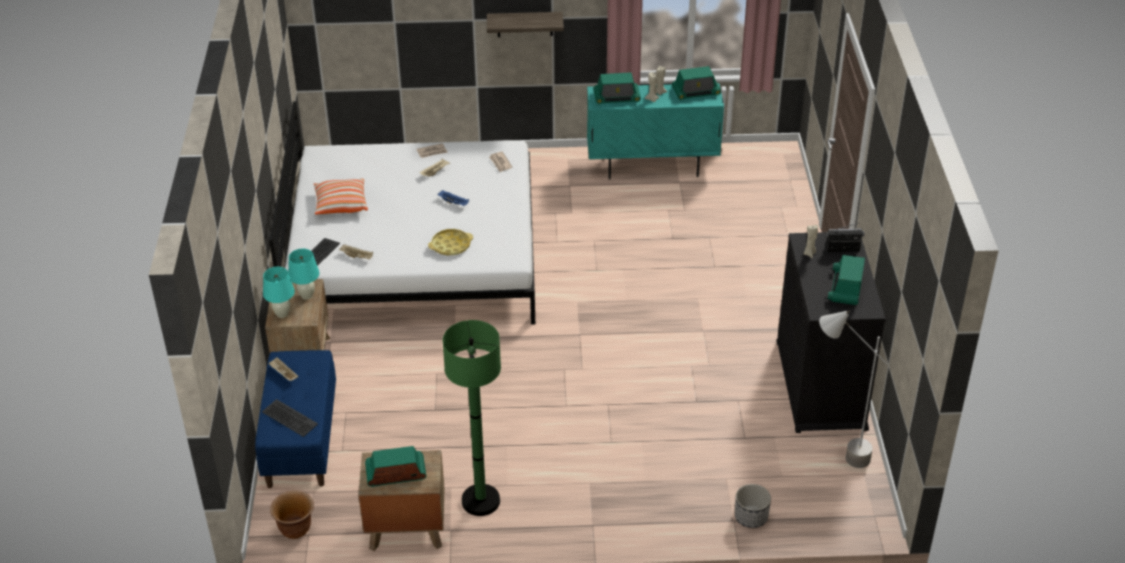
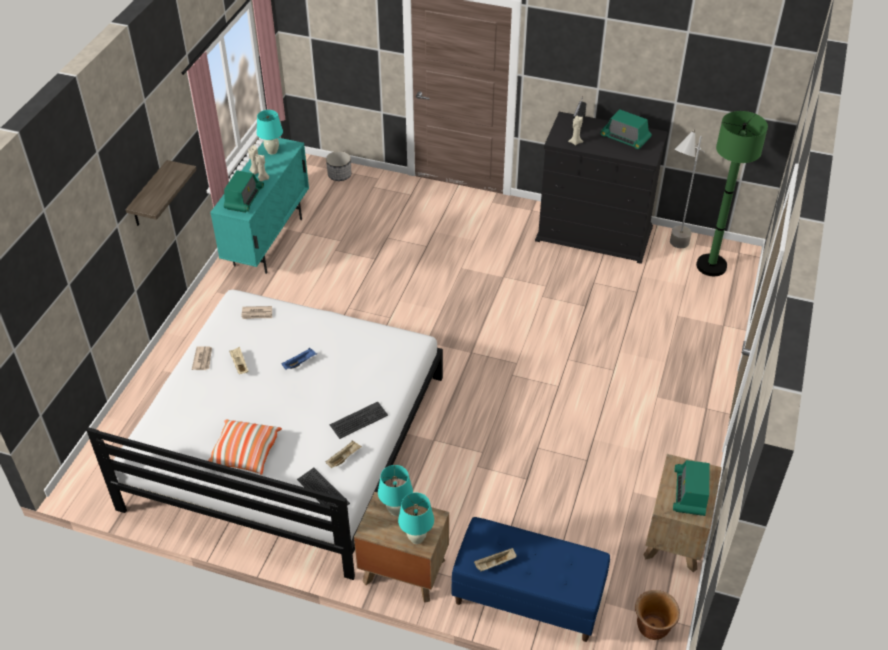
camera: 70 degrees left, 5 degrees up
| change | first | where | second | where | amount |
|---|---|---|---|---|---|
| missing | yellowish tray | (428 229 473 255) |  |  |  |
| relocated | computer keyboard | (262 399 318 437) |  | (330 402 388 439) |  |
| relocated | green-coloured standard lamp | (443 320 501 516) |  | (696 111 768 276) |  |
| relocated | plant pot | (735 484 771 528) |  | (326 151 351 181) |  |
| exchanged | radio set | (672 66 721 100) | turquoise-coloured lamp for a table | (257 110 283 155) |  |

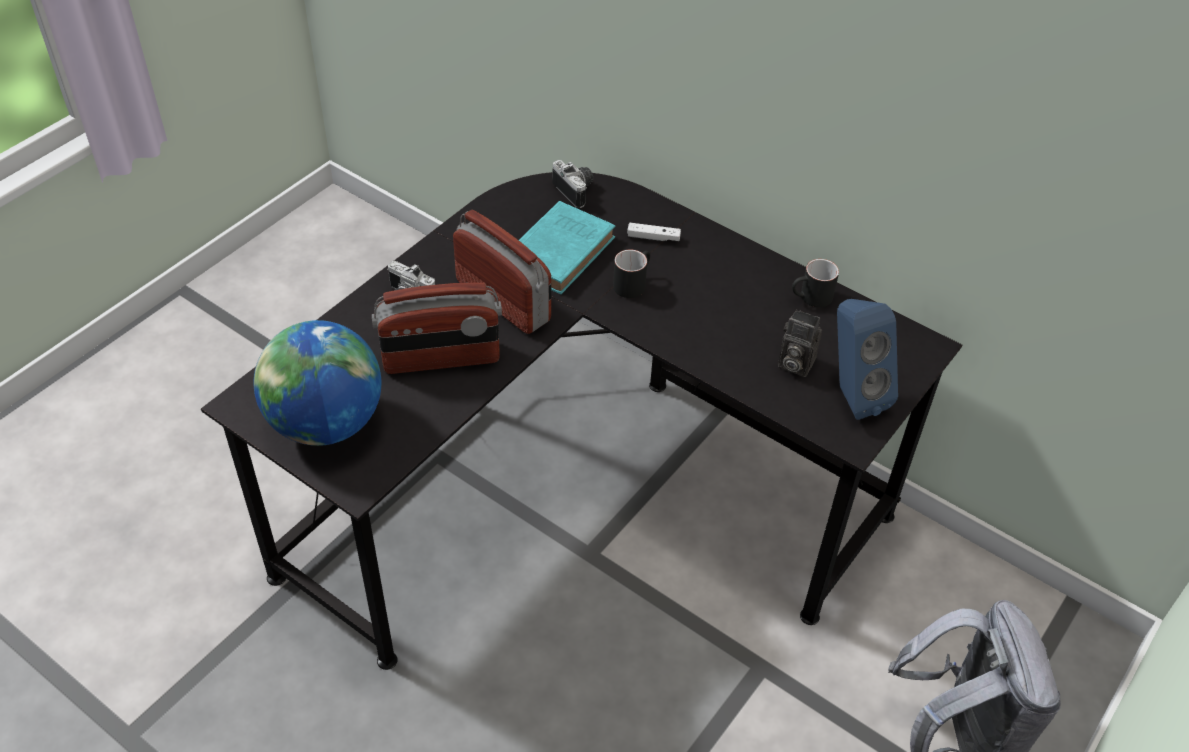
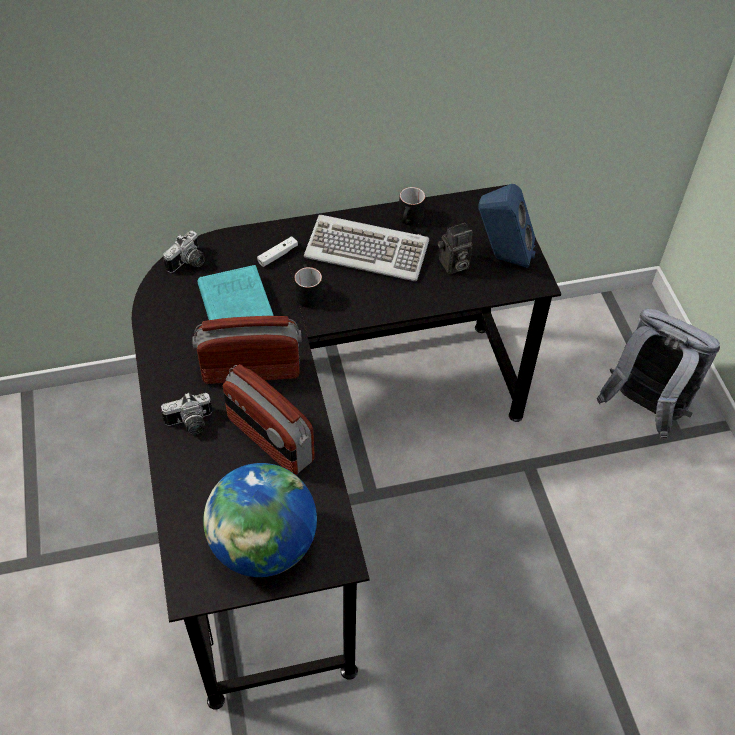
camera: 50 degrees left, 5 degrees up
| change | first | where | second | where | amount |
|---|---|---|---|---|---|
| appeared |  |  | computer keyboard | (304 215 429 281) |  |
| spun | radio set | (372 282 502 374) |  | (223 364 315 475) | 105 degrees clockwise |
| spun | still camera | (552 160 593 208) |  | (163 231 205 273) | 120 degrees clockwise |

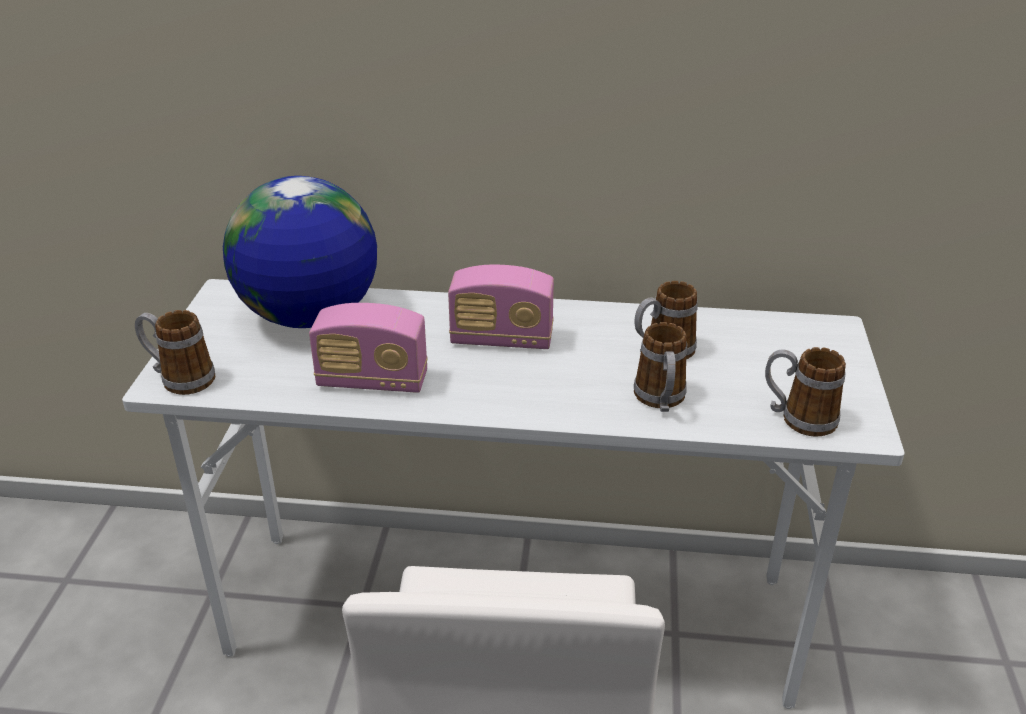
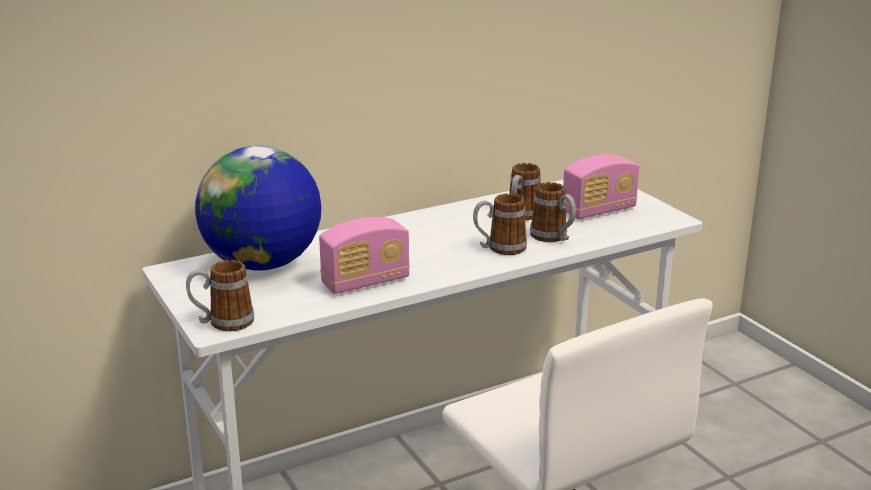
camera: 35 degrees left, 10 degrees down
| change | first | where | second | where | amount |
|---|---|---|---|---|---|
| relocated | radio set | (448 265 554 349) |  | (563 154 639 219) |  |
| relocated | tea mug | (765 347 846 436) |  | (473 193 527 255) |  |

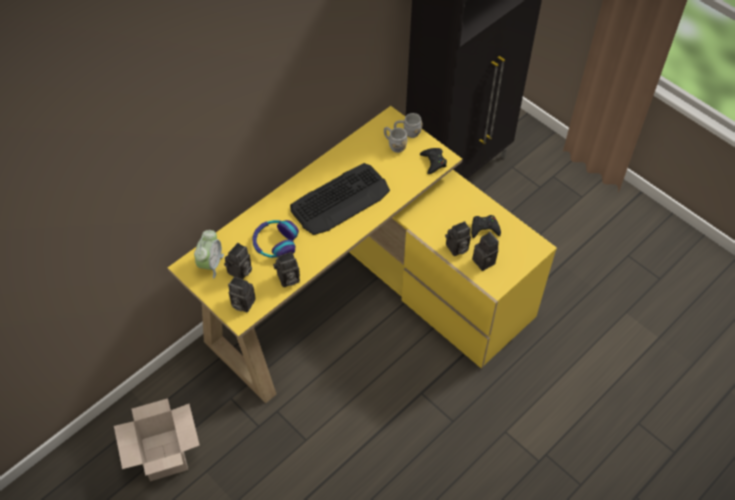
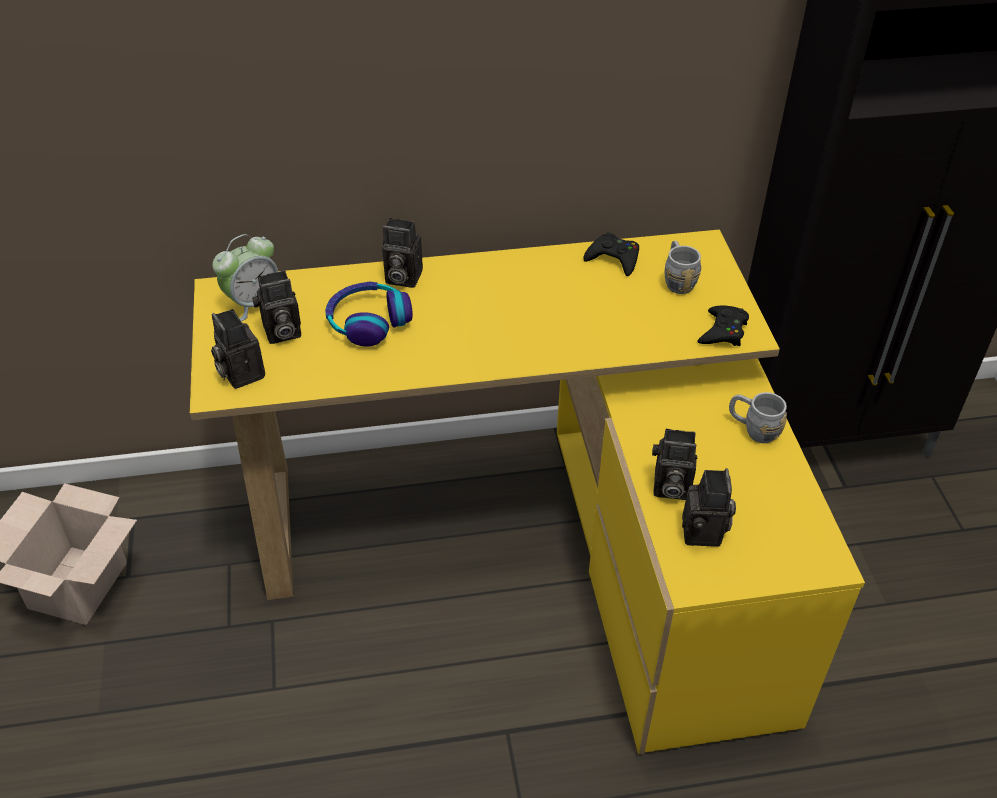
camera: 35 degrees right, 10 degrees down
| change | first | where | second | where | amount |
|---|---|---|---|---|---|
| missing | computer keyboard | (290 163 390 235) |  |  |  |
| relocated | still camera | (273 252 300 287) |  | (382 218 423 288) |  |
| relocated | greyish tea mug | (394 113 423 138) |  | (729 392 787 443) |  |
| relocated | black gamepad | (471 215 501 238) |  | (584 232 639 276) |  |

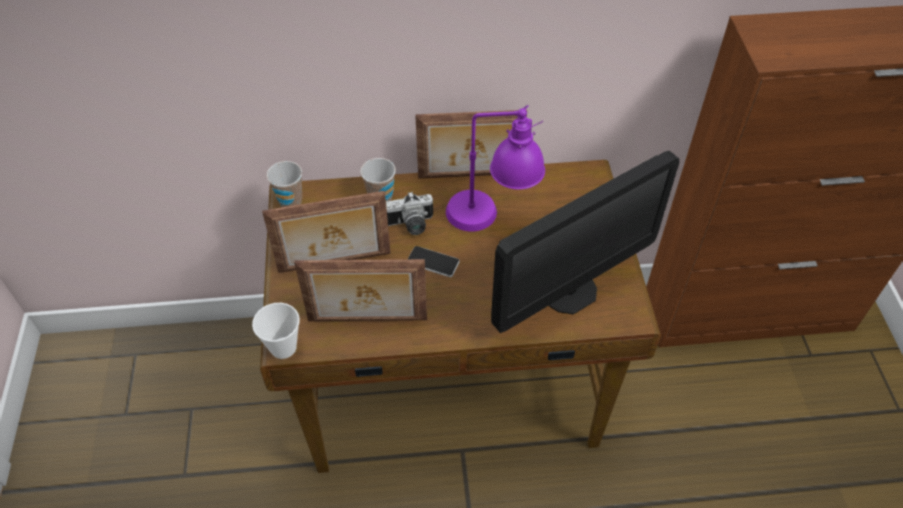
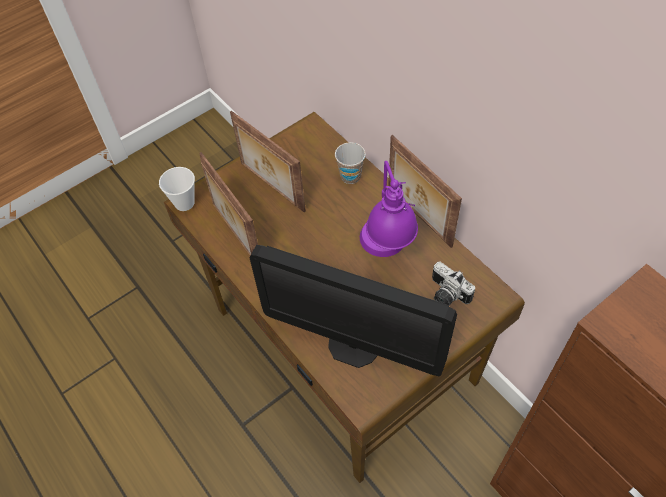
camera: 60 degrees right, 5 degrees up
| change | first | where | second | where | amount |
|---|---|---|---|---|---|
| missing | drinking cup | (267 161 302 207) |  |  |  |
| missing | telephone | (408 246 459 277) |  |  |  |
| relocated | still camera | (386 192 433 235) |  | (432 262 475 306) |  |

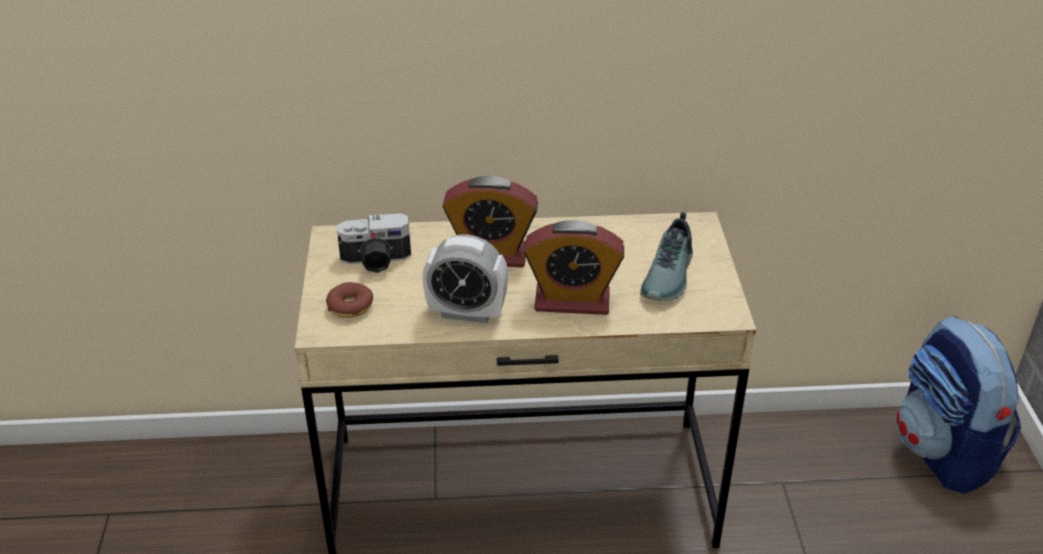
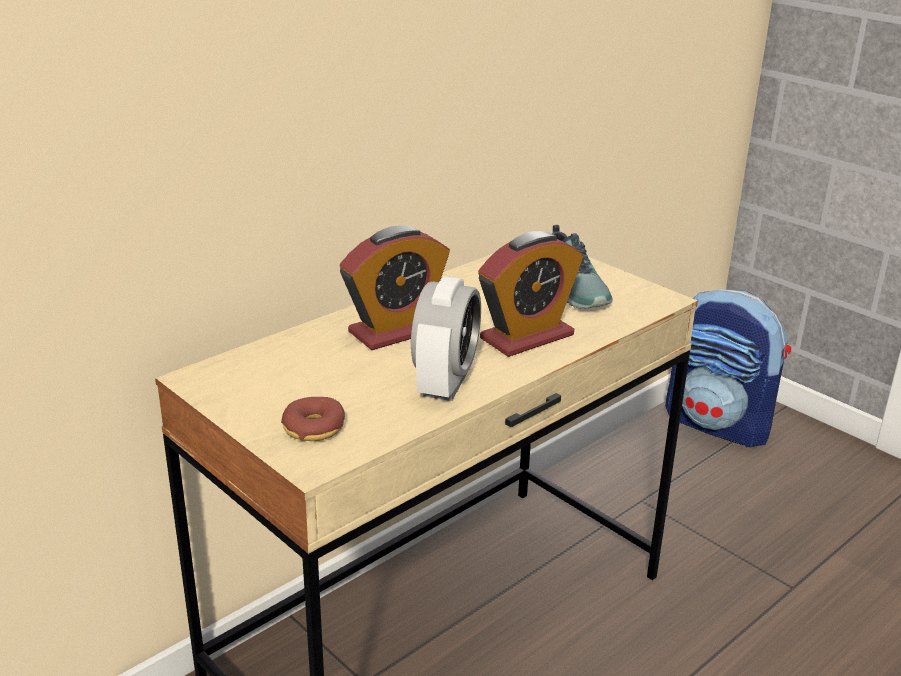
camera: 40 degrees left, 10 degrees down
| change | first | where | second | where | amount |
|---|---|---|---|---|---|
| missing | still camera | (337 213 411 273) |  |  |  |
| spun | alarm clock | (422 235 508 323) |  | (411 276 481 401) | 45 degrees counterclockwise |

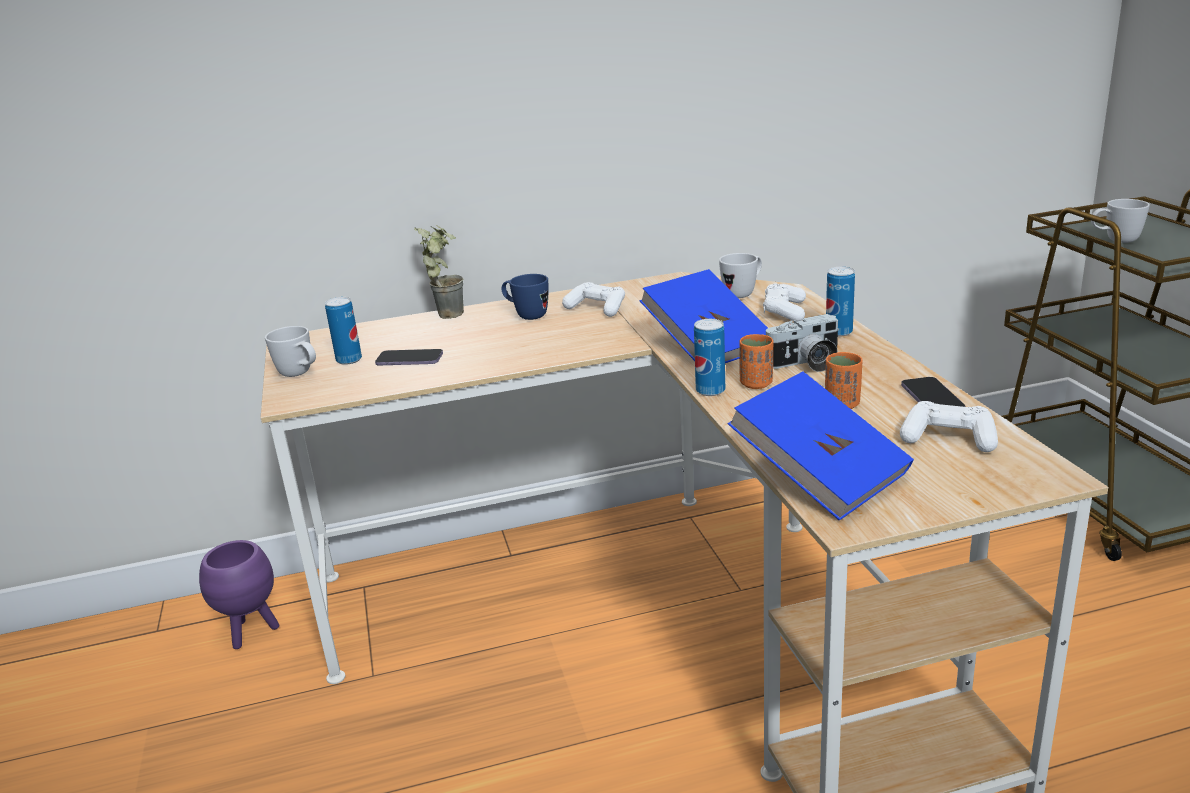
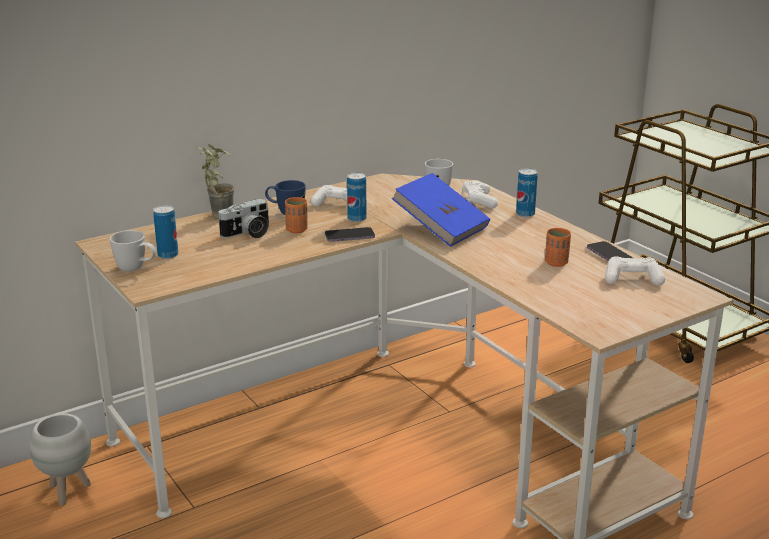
camera: 20 degrees left, 0 degrees up
| change | first | where | second | where | amount |
|---|---|---|---|---|---|
| missing | blue-coloured volume | (728 371 914 521) |  |  |  |
| missing | white-coloured tea mug | (1091 199 1150 243) |  |  |  |
| relocated | telephone | (375 349 443 365) |  | (325 227 375 242) |  |
| relocated | metal can | (694 319 725 396) |  | (347 172 367 222) |  |
| relocated | orange drinking cup | (739 334 773 389) |  | (285 197 308 233) |  |
| relocated | still camera | (766 314 839 372) |  | (218 198 269 238) |  |
| colour | purple plant pot | (199 540 279 649) | white-coloured plant pot | (30 413 91 506) |  |

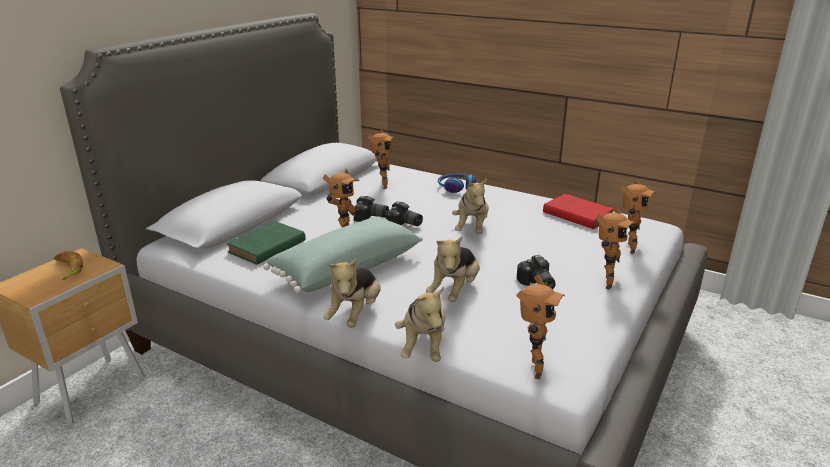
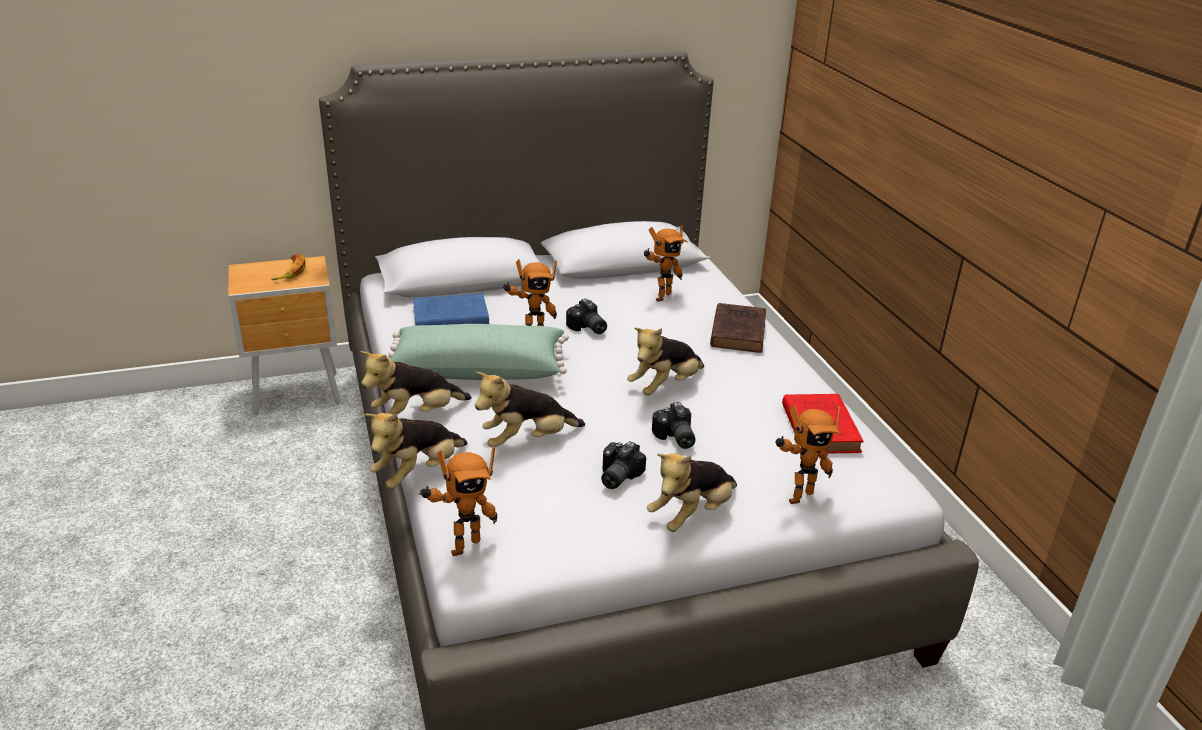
camera: 40 degrees right, 5 degrees up
| change | first | where | second | where | amount |
|---|---|---|---|---|---|
| relocated | still camera | (385 201 423 226) |  | (652 402 695 449) |  |
| exchanged | pair of headphones | (438 174 476 193) | brown volume | (710 303 766 353) |  |
| exchanged | robot figure | (595 207 636 289) | plush toy | (647 453 737 532) |  |
| colour | green-coloured volume | (227 221 306 265) | blue-coloured volume | (413 293 489 326) |  |

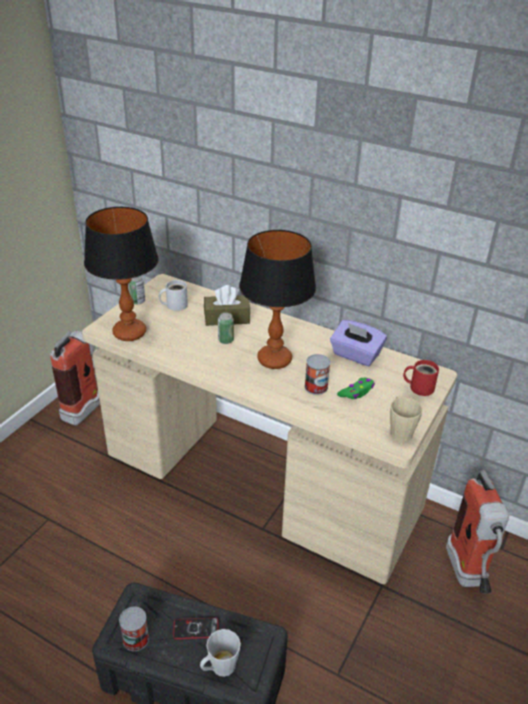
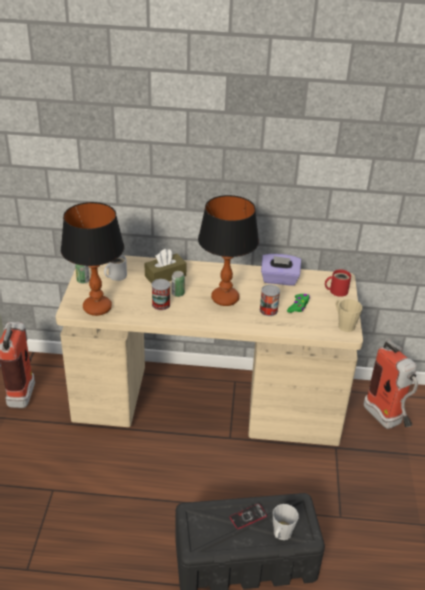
camera: 25 degrees left, 0 degrees up
| change | first | where | second | where | amount |
|---|---|---|---|---|---|
| relocated | metal can | (119 606 149 651) |  | (152 279 170 310) |  |

